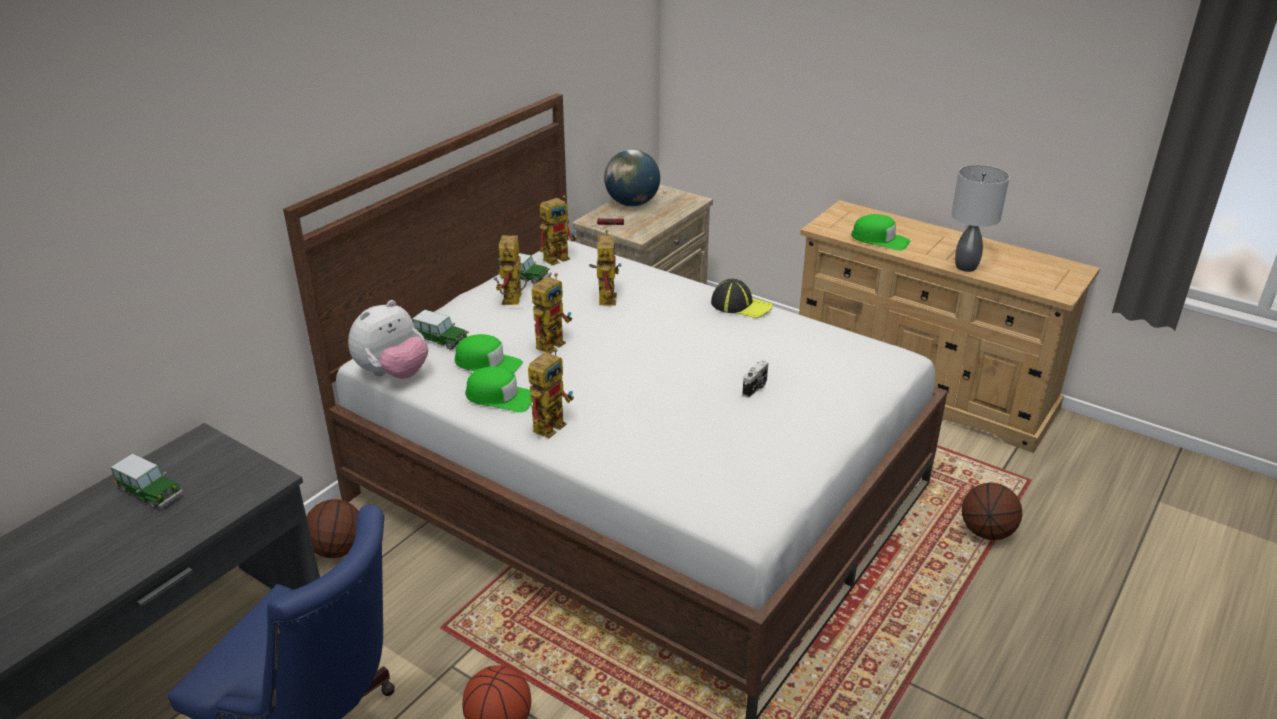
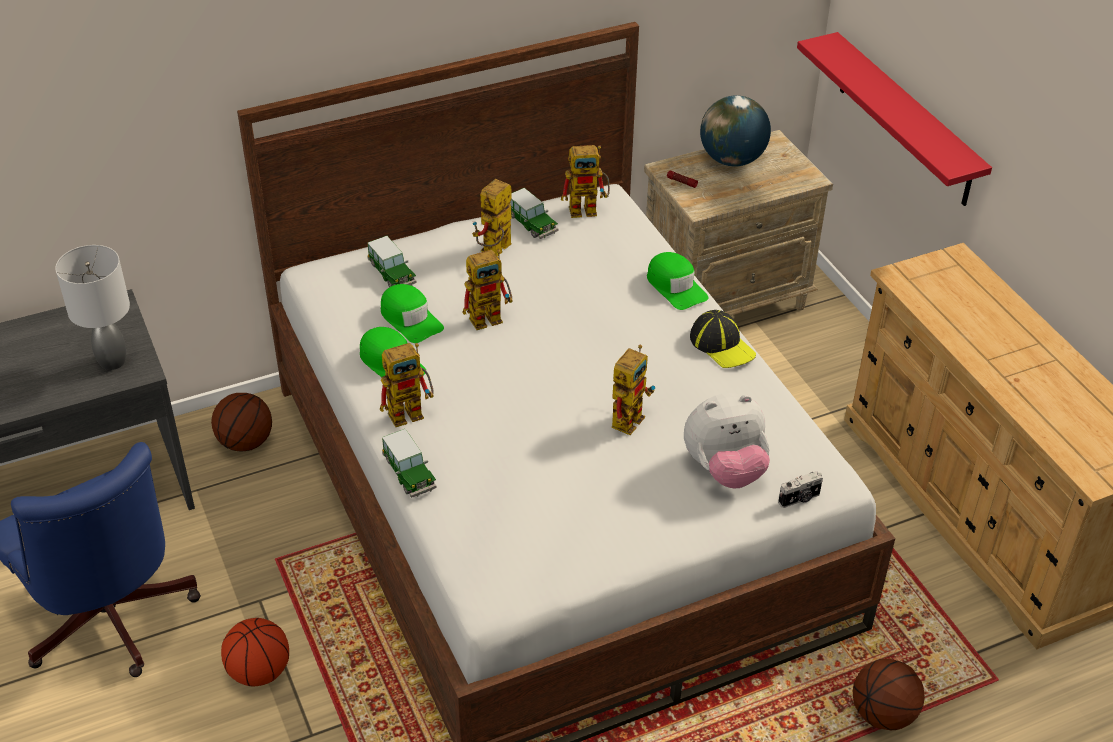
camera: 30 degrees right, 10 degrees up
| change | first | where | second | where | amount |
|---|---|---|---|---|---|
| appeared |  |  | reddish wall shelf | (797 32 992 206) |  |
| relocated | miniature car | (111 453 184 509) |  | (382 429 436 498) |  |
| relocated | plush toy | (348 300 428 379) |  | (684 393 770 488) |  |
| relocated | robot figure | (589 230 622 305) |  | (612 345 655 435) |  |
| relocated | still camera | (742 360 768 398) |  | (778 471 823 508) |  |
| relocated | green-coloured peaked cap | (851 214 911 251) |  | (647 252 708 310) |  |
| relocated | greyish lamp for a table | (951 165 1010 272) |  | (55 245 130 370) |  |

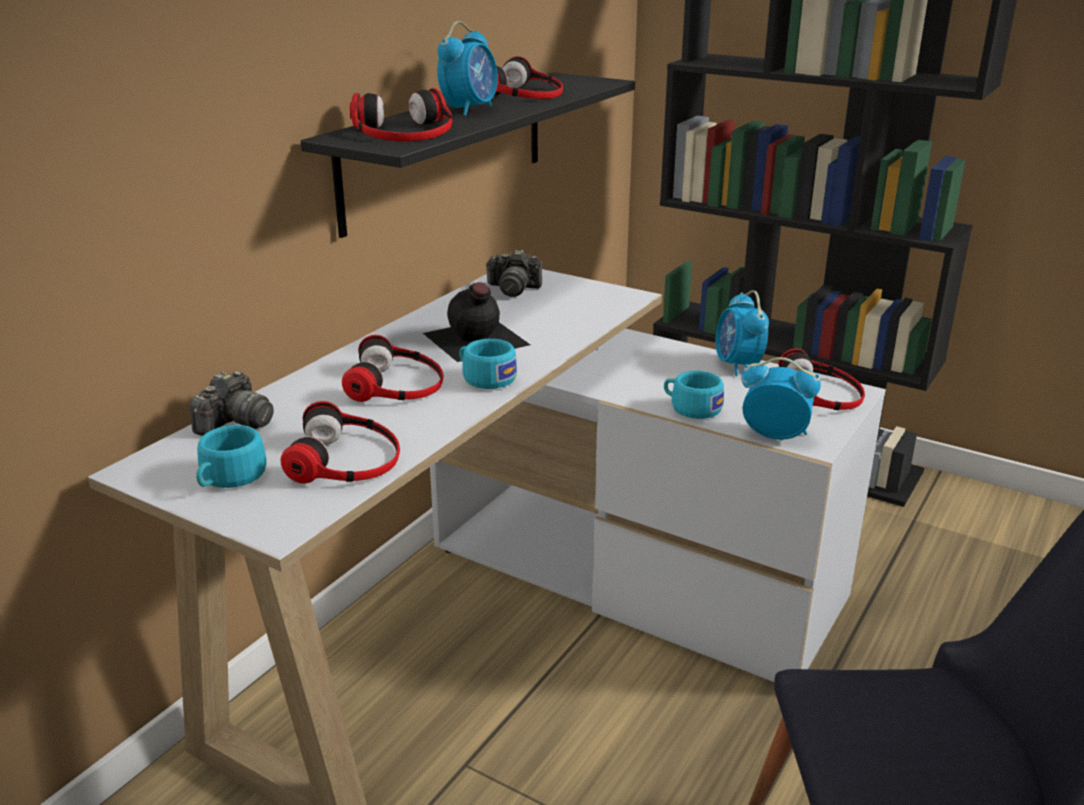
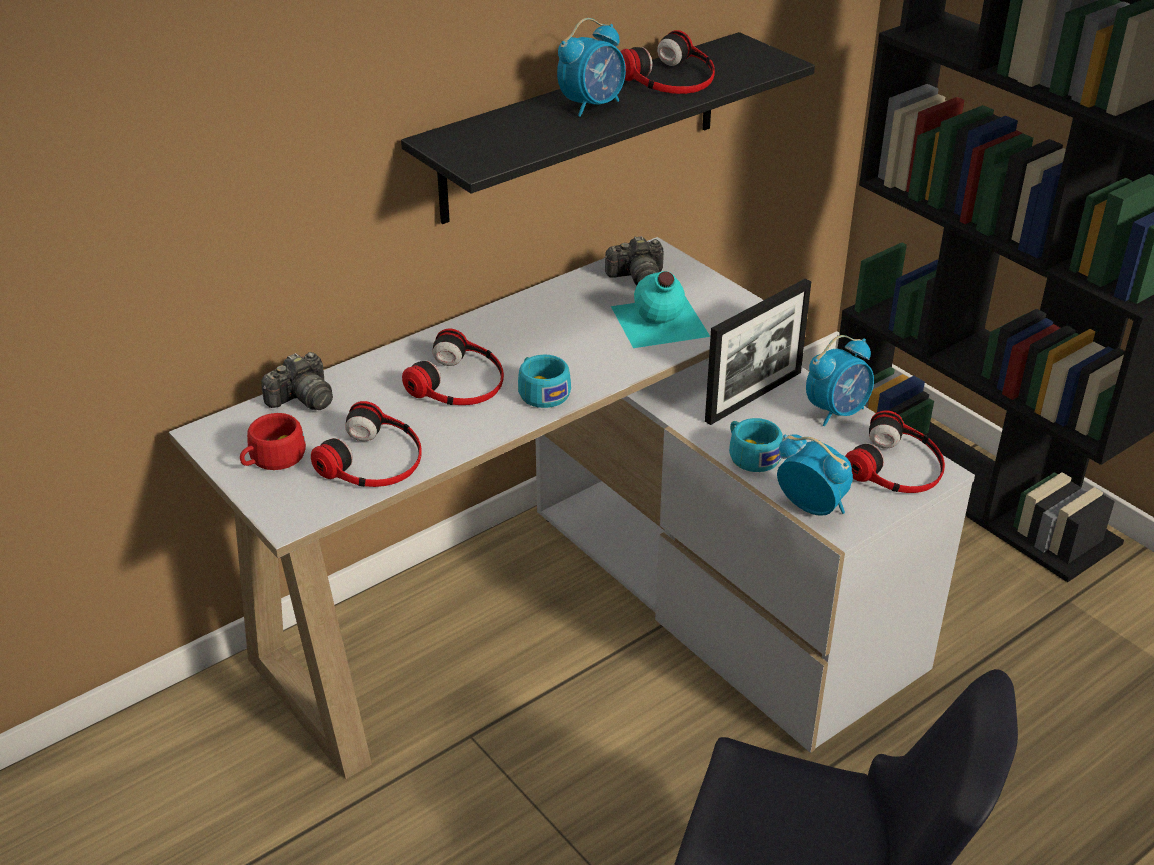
camera: 20 degrees right, 10 degrees up
| change | first | where | second | where | amount |
|---|---|---|---|---|---|
| missing | pair of headphones | (350 88 453 142) |  |  |  |
| missing | black bottle | (423 282 530 362) |  |  |  |
| appeared |  |  | turquoise-coloured bottle | (611 271 710 348) |  |
| appeared |  |  | picture frame | (705 279 811 425) |  |
| colour | turquoise-coloured drinking cup | (196 425 267 488) | reddish drinking cup | (240 413 306 470) |  |
| spun | still camera | (485 249 542 297) |  | (605 236 664 286) | 45 degrees counterclockwise |
| spun | alarm clock | (716 290 769 376) |  | (806 335 874 426) | 135 degrees counterclockwise |

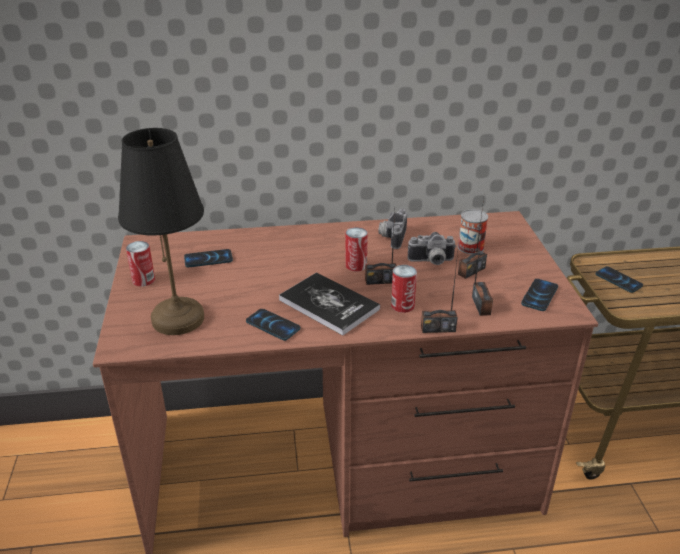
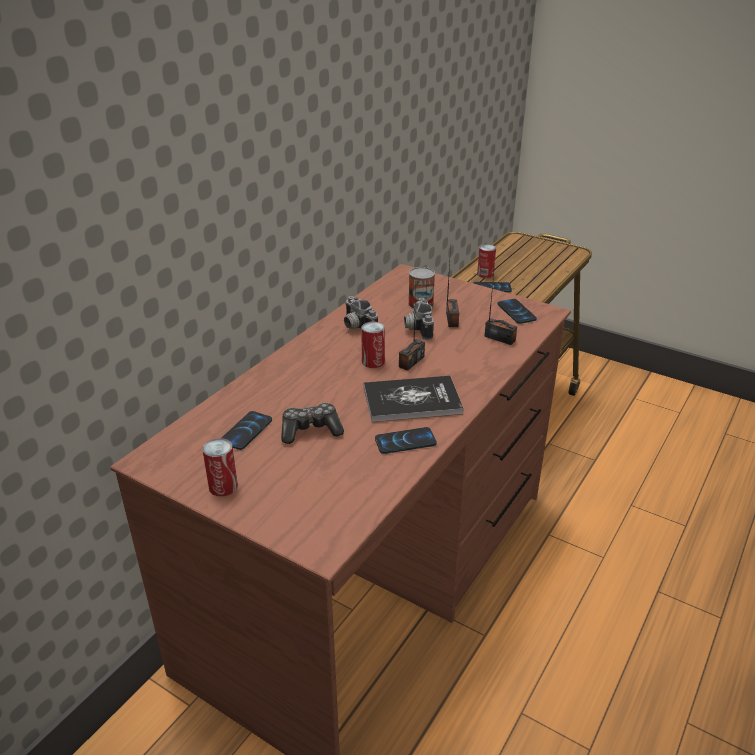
camera: 50 degrees left, 0 degrees up
| change | first | where | second | where | amount |
|---|---|---|---|---|---|
| missing | black lamp for a table | (118 128 204 335) |  |  |  |
| missing | radio set | (421 253 458 333) |  |  |  |
| appeared |  |  | gamepad | (281 403 344 444) |  |
| relocated | metal can | (391 265 417 313) |  | (477 244 496 278) |  |
| spun | still camera | (408 232 457 265) |  | (404 298 434 340) | 135 degrees clockwise |

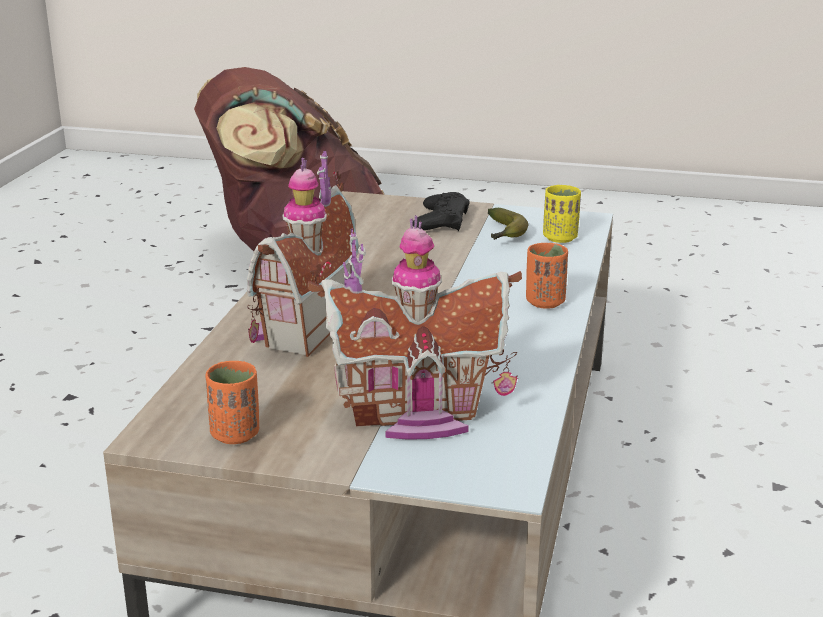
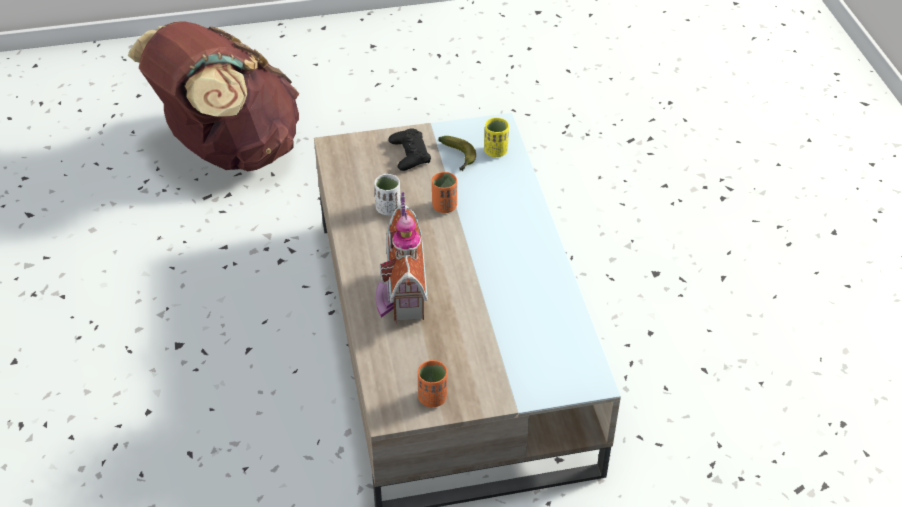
camera: 25 degrees left, 20 degrees up
| change | first | where | second | where | amount |
|---|---|---|---|---|---|
| missing | model house | (307 216 522 440) |  |  |  |
| appeared |  |  | white-coloured drinking cup | (374 174 400 215) |  |
| relocated | orange drinking cup | (526 243 568 309) |  | (432 172 457 213) |  |

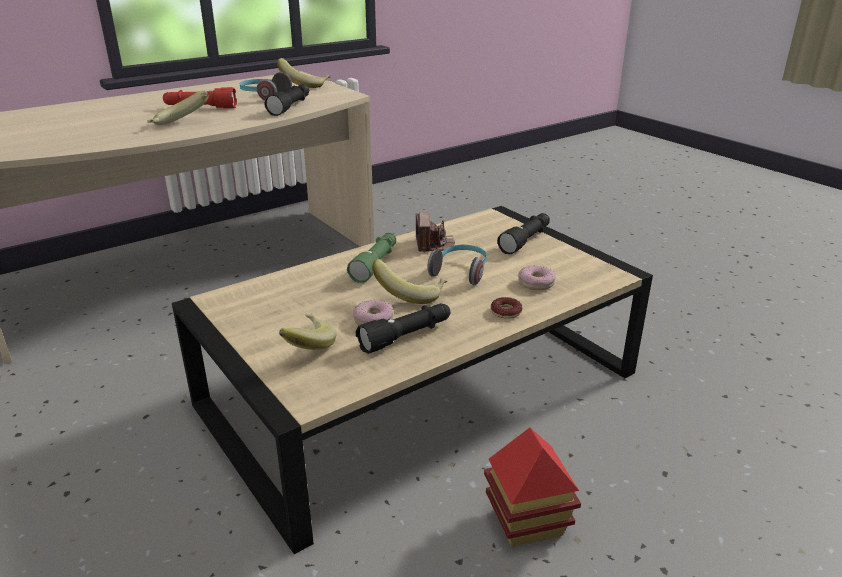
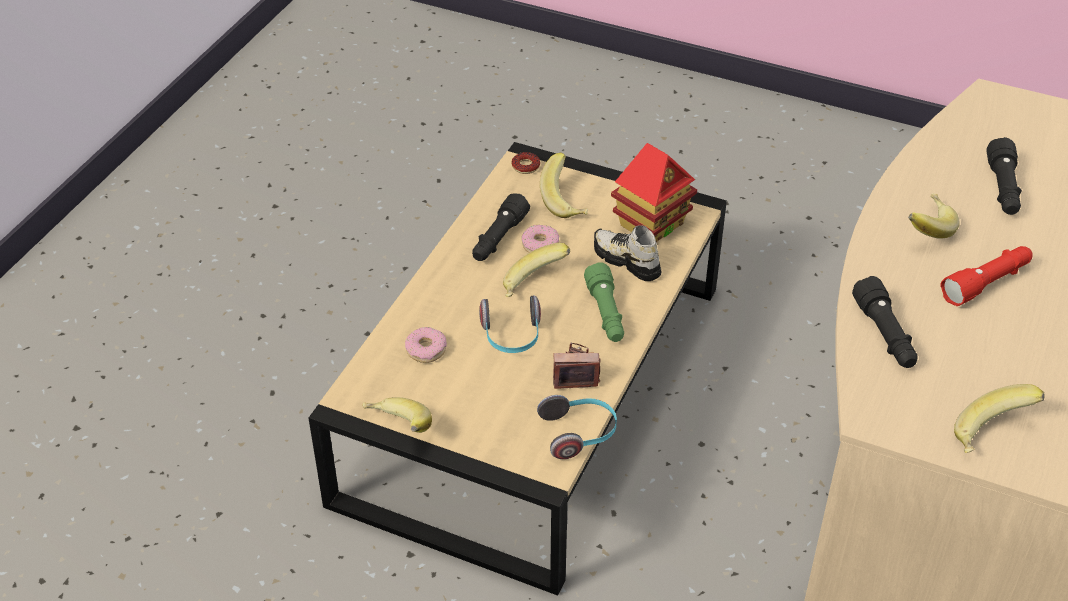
camera: 150 degrees right, 15 degrees up
| change | first | where | second | where | amount |
|---|---|---|---|---|---|
| appeared |  |  | banana | (362 397 432 433) |  |
| appeared |  |  | low shoe | (594 225 661 281) |  |
| relocated | pair of headphones | (239 72 292 100) |  | (537 395 617 459) |  |
| relocated | model house | (484 427 581 547) |  | (611 143 697 242) |  |
| relocated | doughnut | (491 297 522 319) |  | (511 152 540 174) |  |
| relocated | black hand torch | (497 213 550 254) |  | (987 137 1022 215) |  |
| spun | still camera | (416 212 455 252) |  | (553 343 601 389) | 120 degrees clockwise |

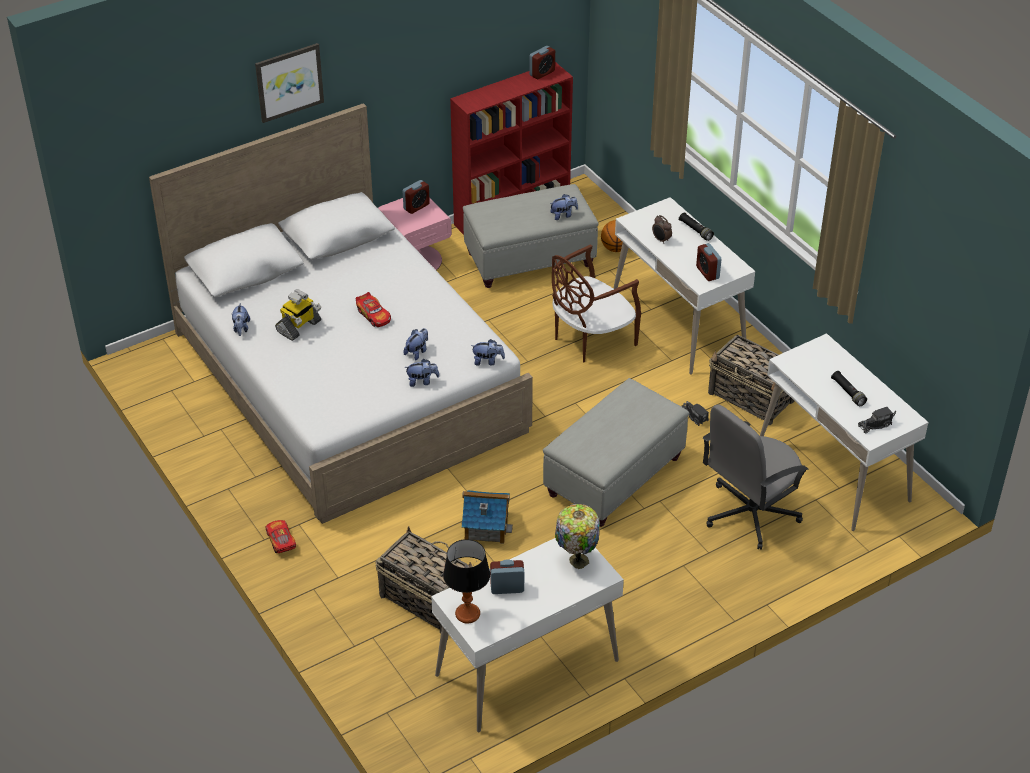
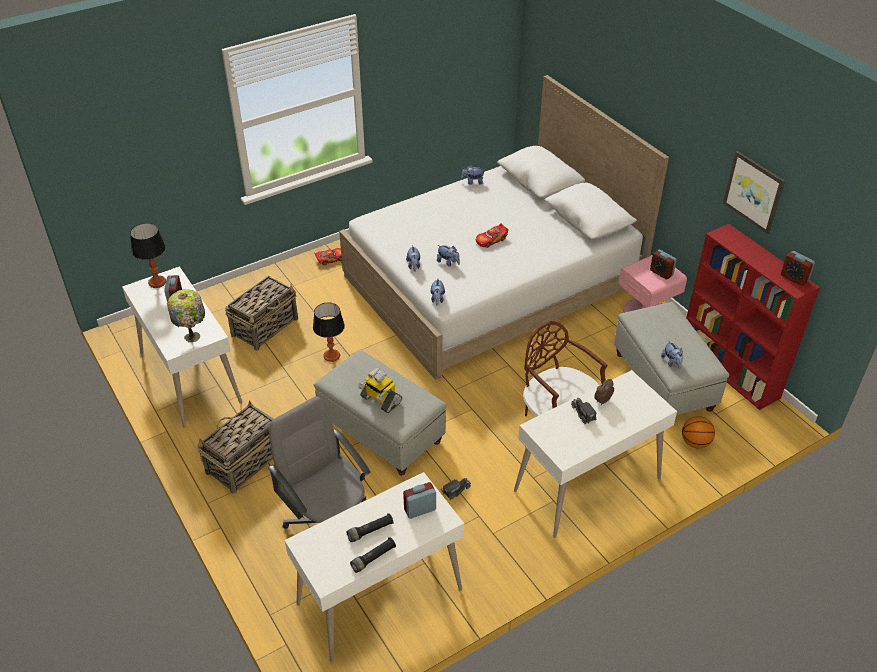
camera: 90 degrees right, 0 degrees up
| change | first | where | second | where | amount |
|---|---|---|---|---|---|
| relocated | wall art | (255 43 324 123) |  | (723 151 785 234) |  |
| relocated | robot figure | (275 289 321 341) |  | (358 368 402 413) |  |
| relocated | black hand torch | (679 212 714 241) |  | (350 537 396 573) |  |
| relocated | alarm clock | (696 243 722 281) |  | (403 482 436 519) |  |
| relocated | basket | (708 335 794 425) |  | (197 400 274 494) |  |
| relocated | model truck | (858 407 896 434) |  | (571 398 597 424) |  |
| exchanged | model house | (462 490 513 544) | lamp for a table | (313 303 345 362) |  |

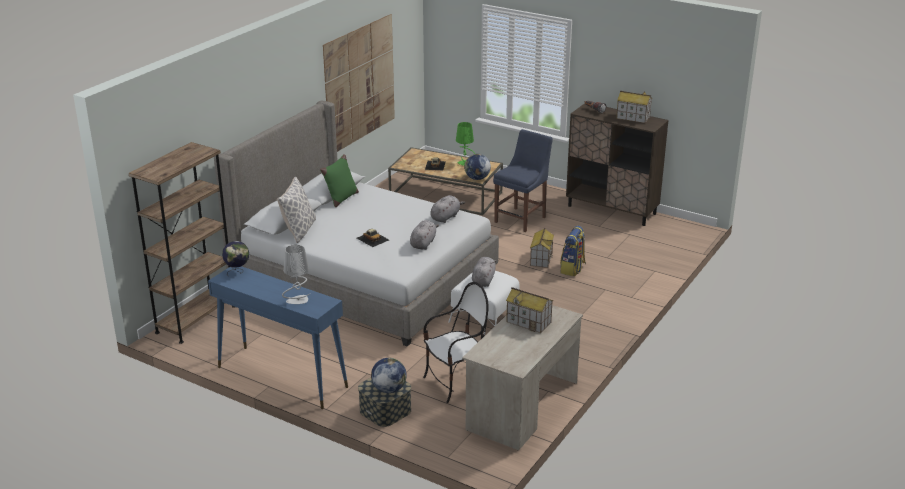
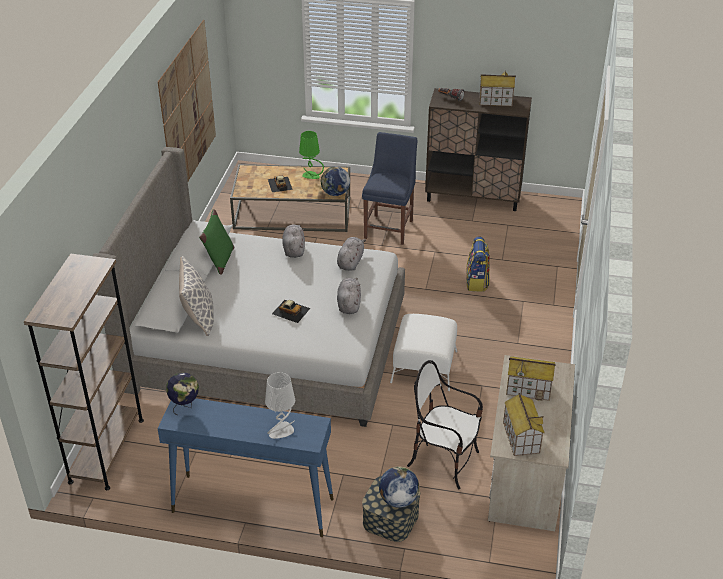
camera: 20 degrees left, 10 degrees up
| change | first | where | second | where | amount |
|---|---|---|---|---|---|
| relocated | greyish plush toy | (472 257 496 287) |  | (282 224 305 258) |  |
| relocated | model house | (530 228 554 268) |  | (503 393 545 456) |  |
| spun | chair | (423 282 488 403) |  | (407 360 483 489) | 105 degrees counterclockwise |

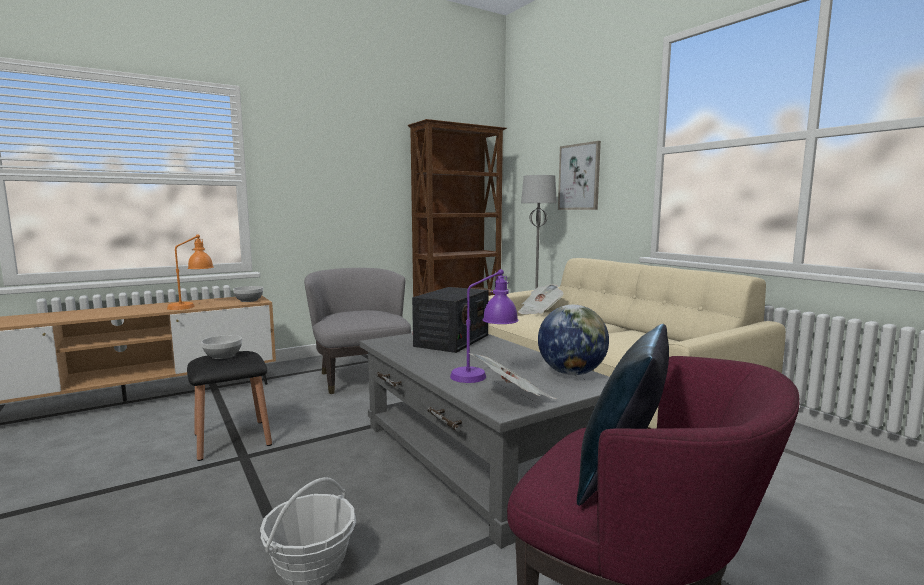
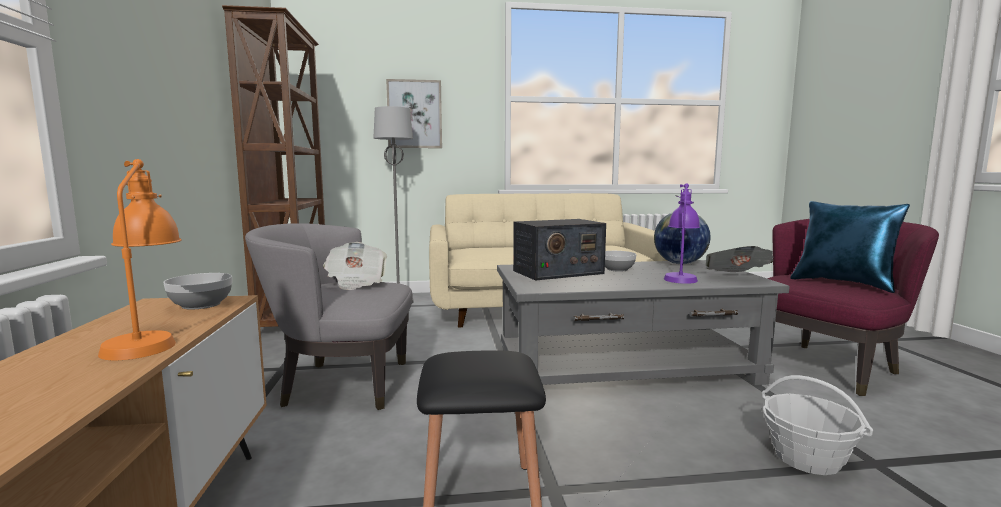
camera: 65 degrees left, 0 degrees up
| change | first | where | second | where | amount |
|---|---|---|---|---|---|
| relocated | bowl | (201 335 242 359) |  | (605 251 636 272) |  |
| relocated | printed paper | (518 284 563 314) |  | (323 242 387 290) |  |
| spun | radio set | (412 287 489 353) |  | (513 219 606 281) | 105 degrees clockwise |

